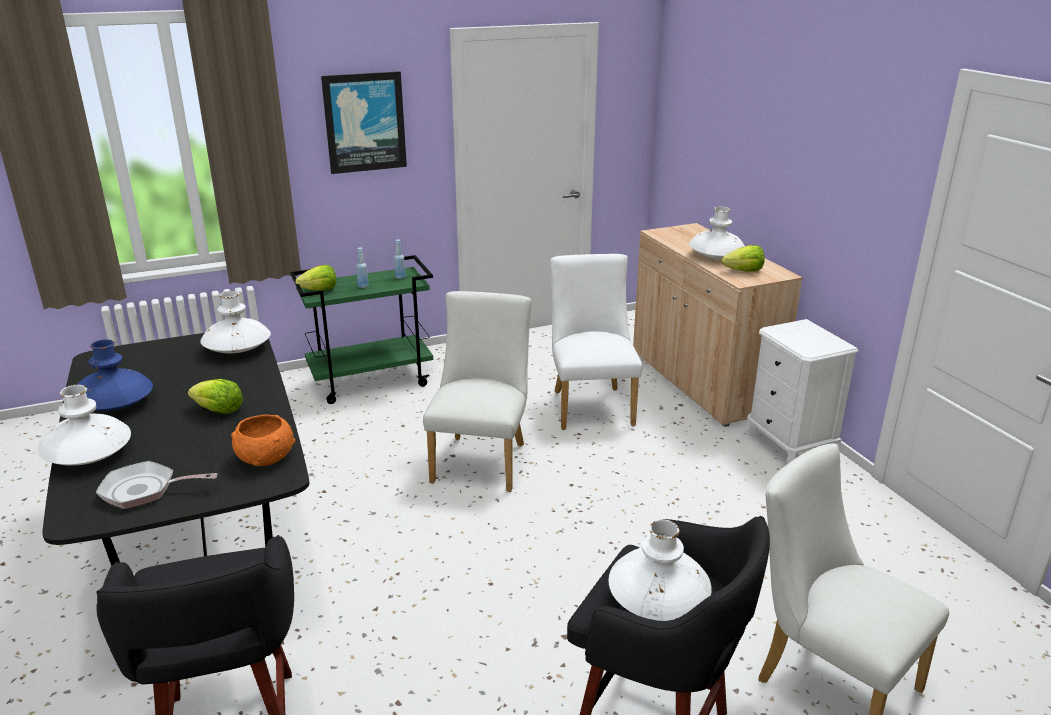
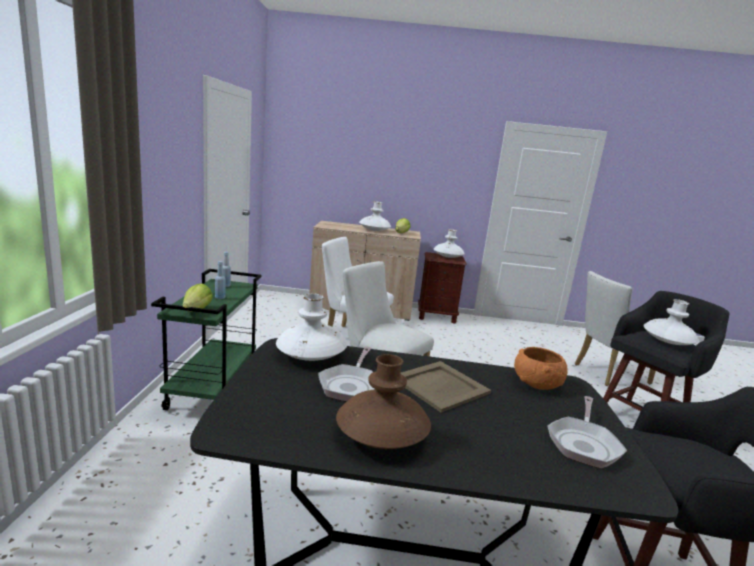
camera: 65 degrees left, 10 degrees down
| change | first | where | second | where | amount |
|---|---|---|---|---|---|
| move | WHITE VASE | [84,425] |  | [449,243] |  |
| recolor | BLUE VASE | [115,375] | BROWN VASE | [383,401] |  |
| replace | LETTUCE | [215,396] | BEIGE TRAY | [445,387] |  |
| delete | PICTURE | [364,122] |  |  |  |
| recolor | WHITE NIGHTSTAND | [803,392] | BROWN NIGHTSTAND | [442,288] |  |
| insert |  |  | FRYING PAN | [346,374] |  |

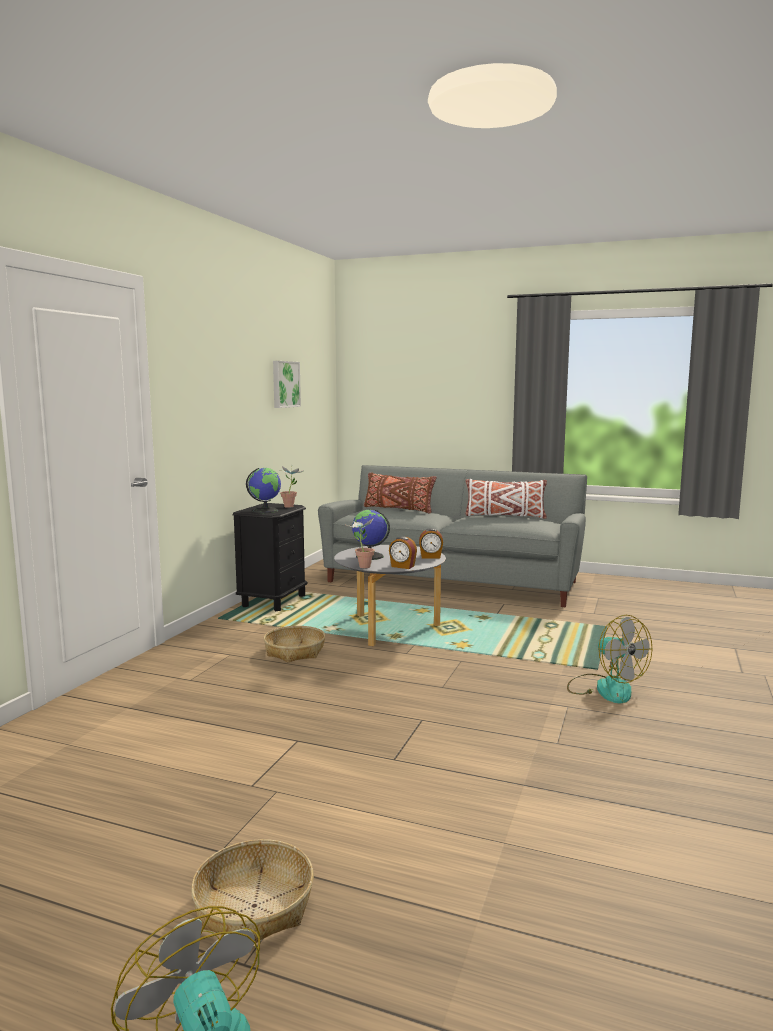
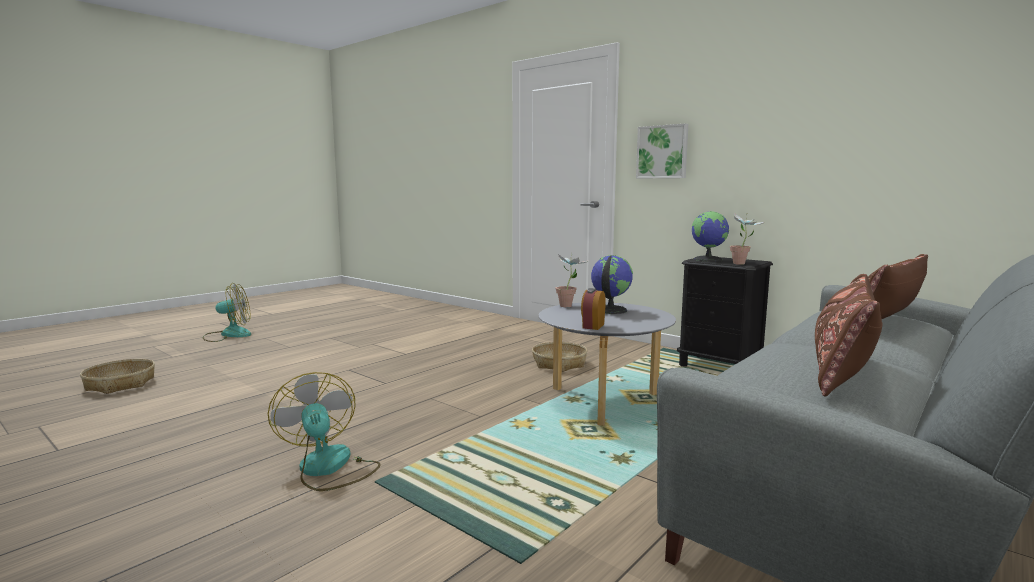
camera: 110 degrees right, 0 degrees up
| change | first | where | second | where | amount |
|---|---|---|---|---|---|
| move | BASKET | [252,891] |  | [117,376] |  |
| move | PICTURE | [287,384] |  | [662,151] |  |
| delete | ALARM CLOCK | [403,552] |  |  |  |
| recolor | WHITE PILLOW | [506,499] | BROWN PILLOW | [848,335] |  |
| rotate | FAN | [609,659] |  | [324,431] | 75 degrees clockwise |

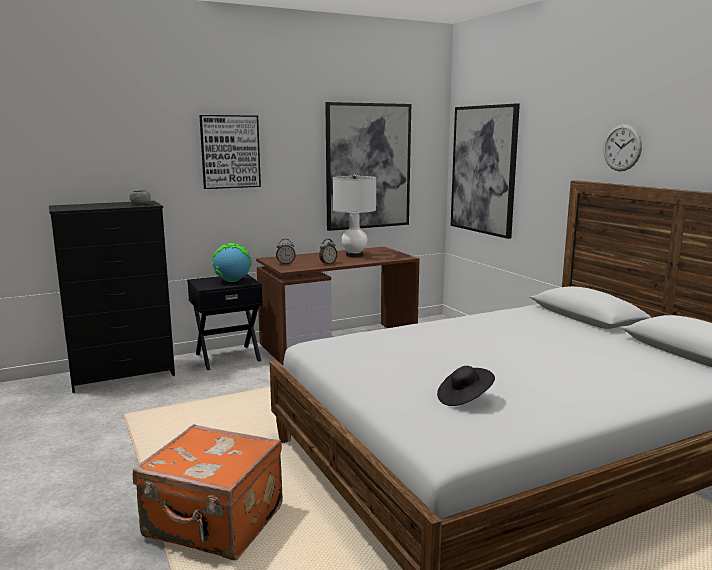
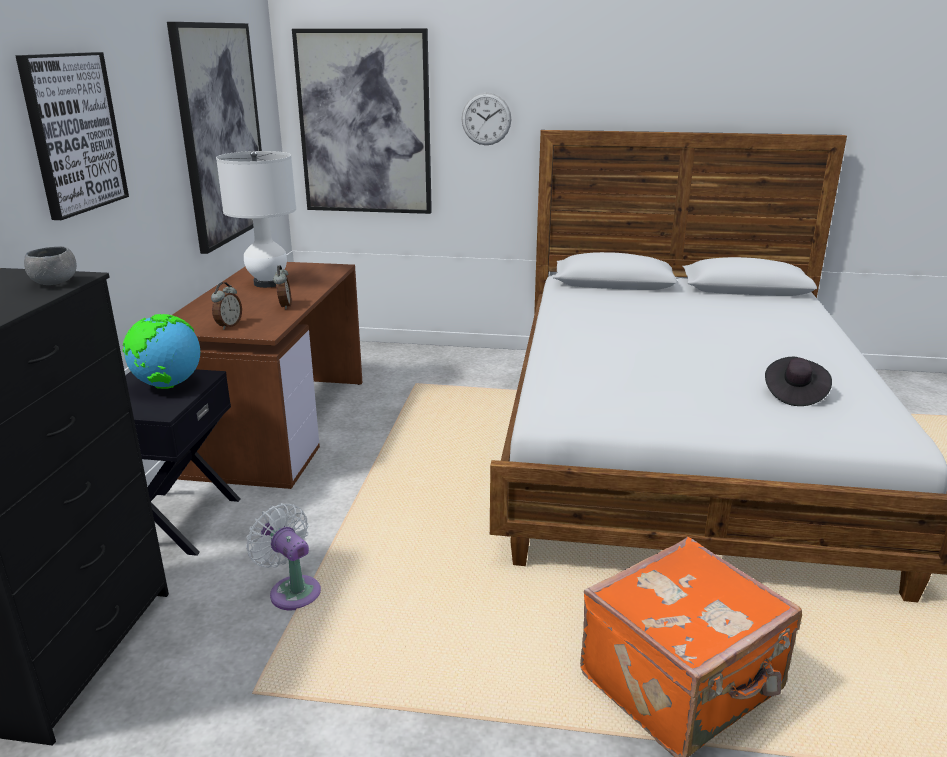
camera: 55 degrees left, 10 degrees up
| change | first | where | second | where | amount |
|---|---|---|---|---|---|
| move | WALL CLOCK | [622,147] |  | [486,119] |  |
| insert |  |  | WHITE FAN | [283,556] |  |

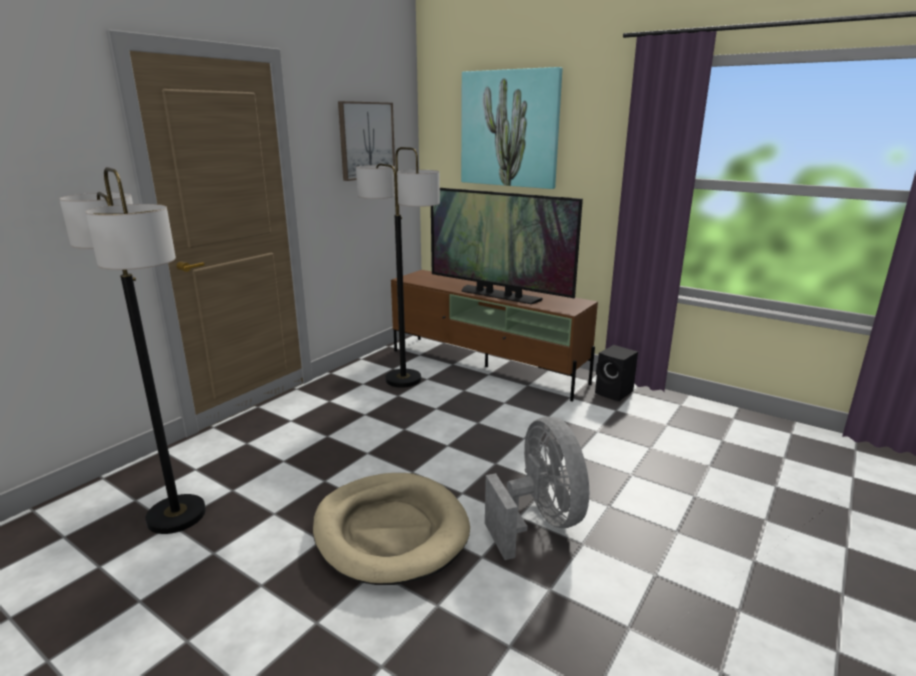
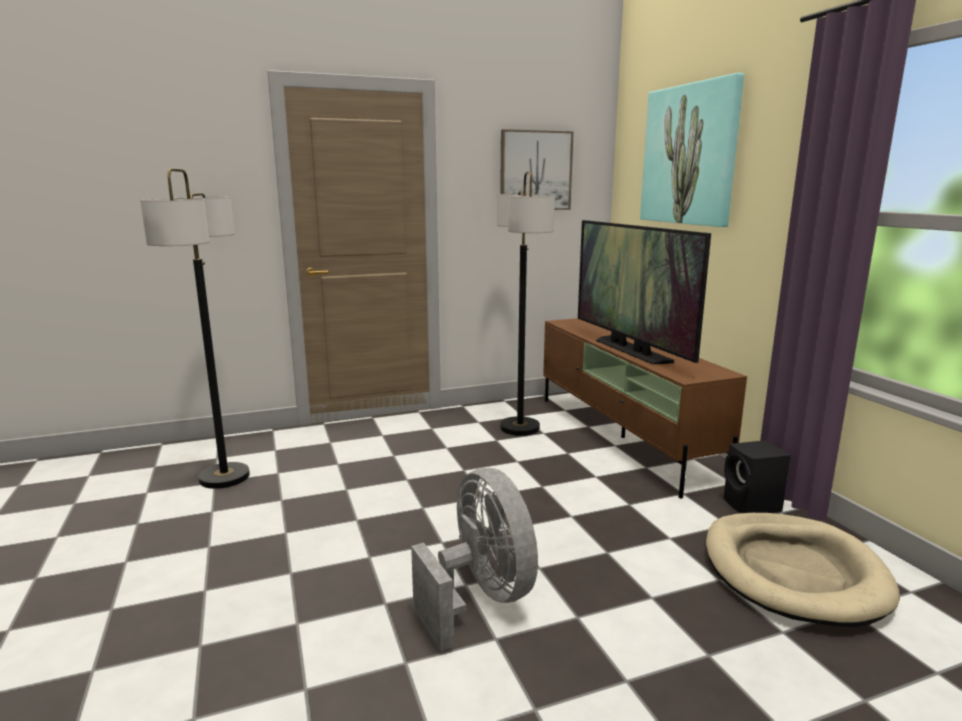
camera: 35 degrees right, 5 degrees down
| change | first | where | second | where | amount |
|---|---|---|---|---|---|
| move | BEIGE DOG BED | [391,529] |  | [803,570] |  |
| rotate | GREY FAN | [537,488] |  | [474,559] | 45 degrees counterclockwise |

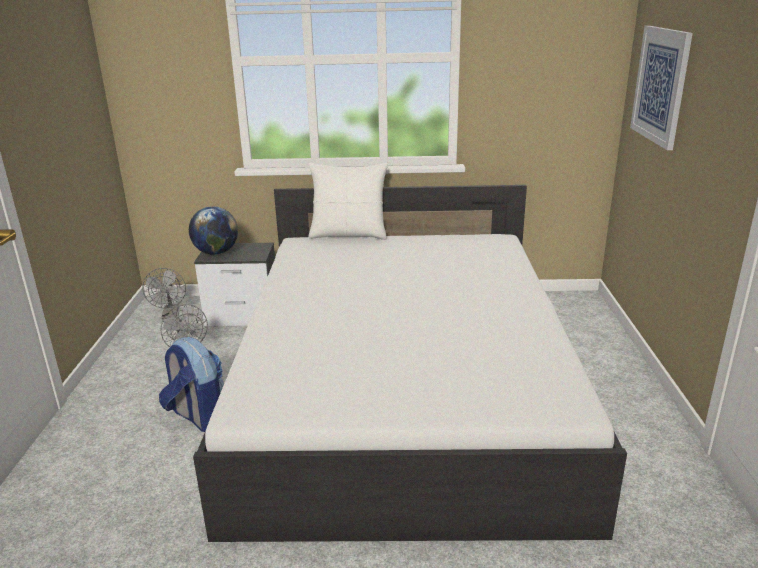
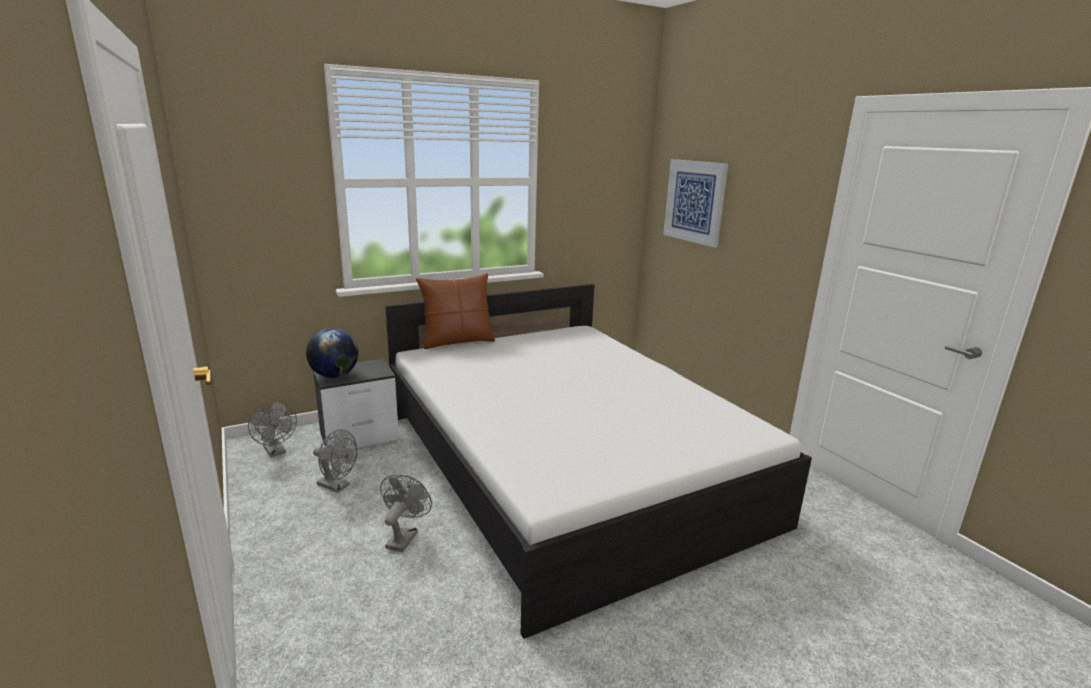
camera: 30 degrees left, 5 degrees down
| change | first | where | second | where | amount |
|---|---|---|---|---|---|
| replace | BACKPACK | [191,384] | GREY FAN | [406,513] |  |
| recolor | WHITE PILLOW | [348,201] | BROWN PILLOW | [455,311] |  |

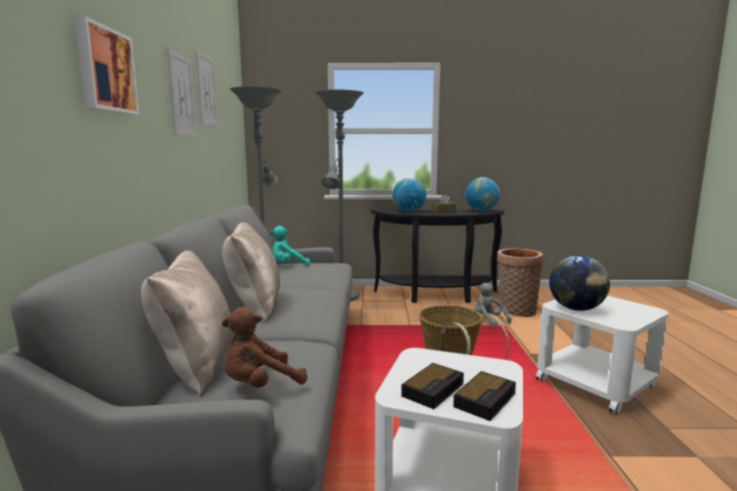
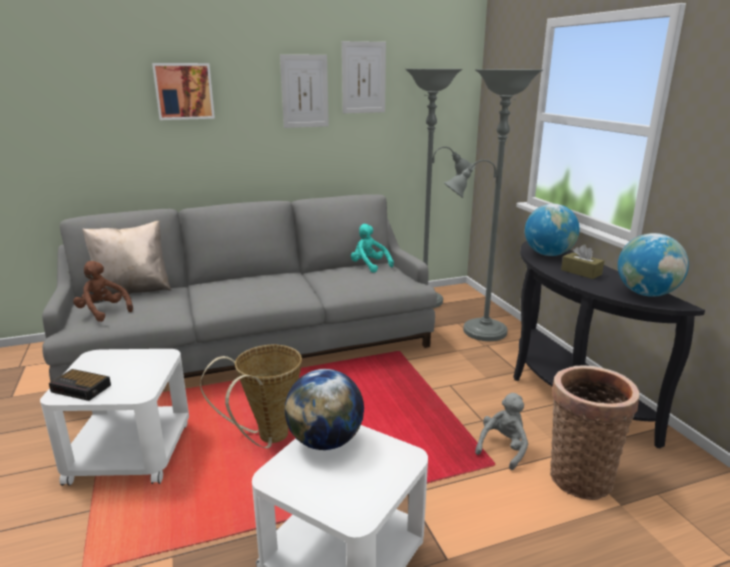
camera: 70 degrees right, 10 degrees up
| change | first | where | second | where | amount |
|---|---|---|---|---|---|
| delete | BEIGE PILLOW | [251,271] |  |  |  |
| delete | ALARM CLOCK | [432,386] |  |  |  |

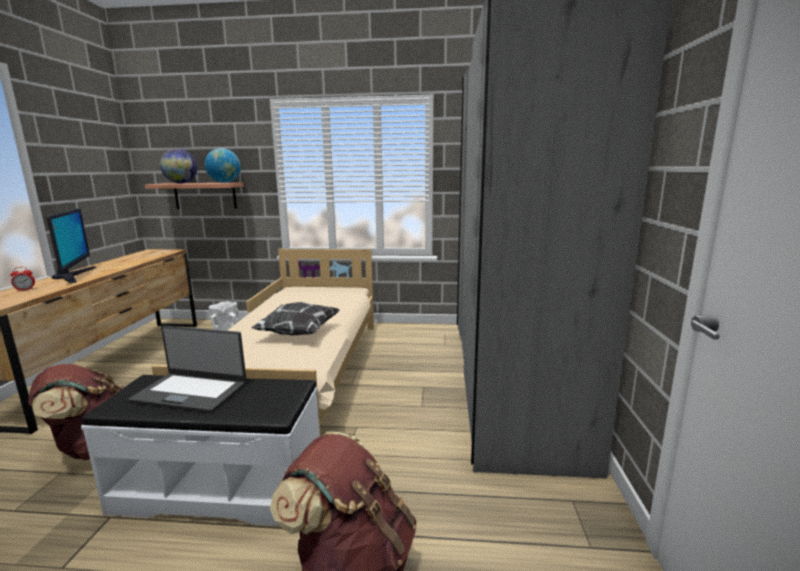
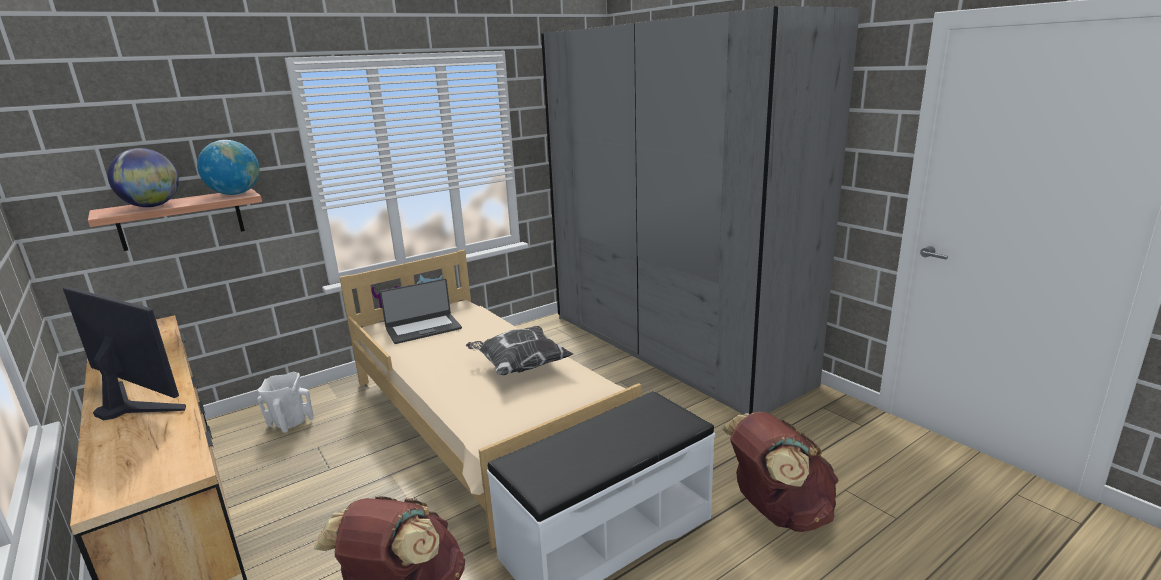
camera: 40 degrees left, 5 degrees up
| change | first | where | second | where | amount |
|---|---|---|---|---|---|
| delete | ALARM CLOCK | [22,279] |  |  |  |
| move | LAPTOP | [187,369] |  | [421,311] |  |

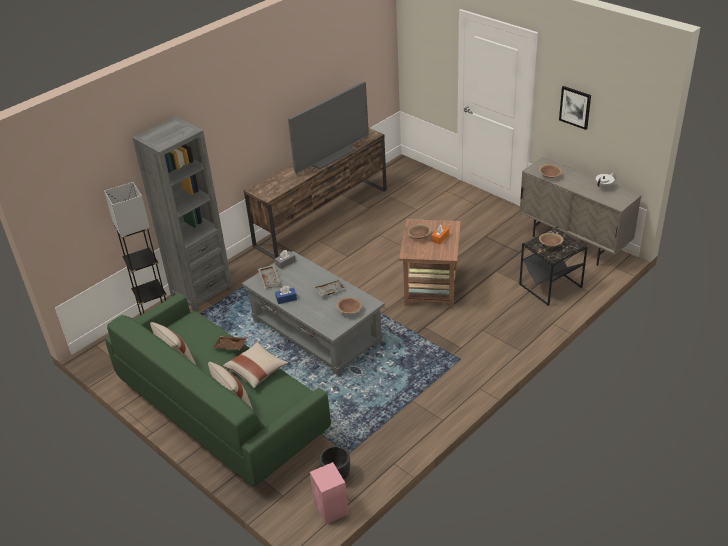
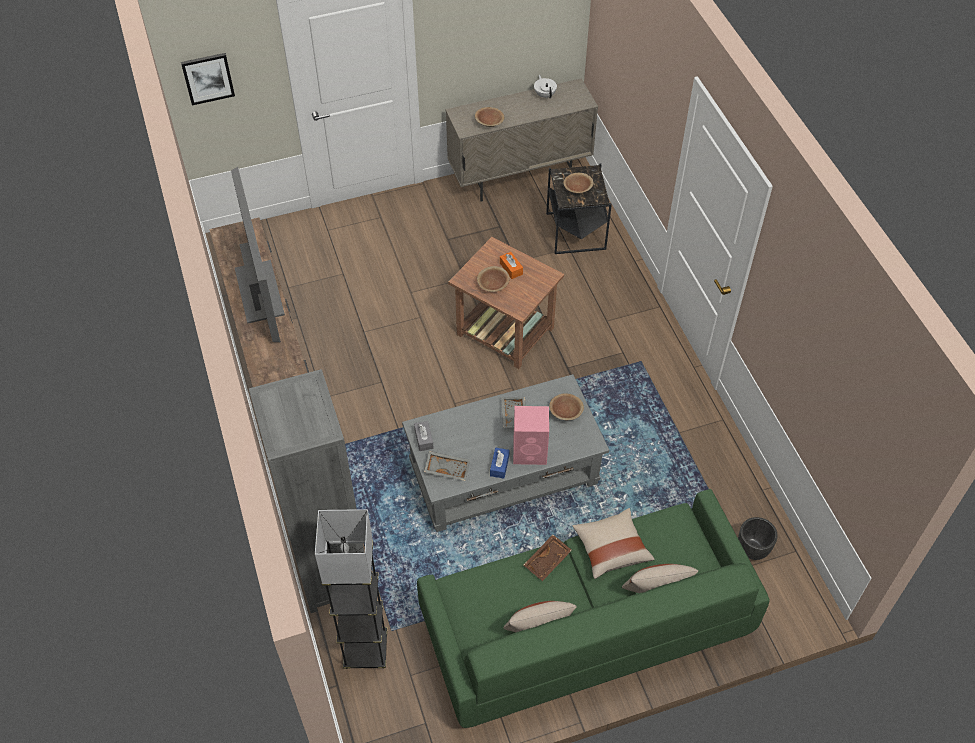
camera: 65 degrees left, 15 degrees up
| change | first | where | second | where | amount |
|---|---|---|---|---|---|
| move | PINK SPEAKER | [329,493] |  | [531,435] |  |
| move | PICTURE | [575,108] |  | [208,79] |  |

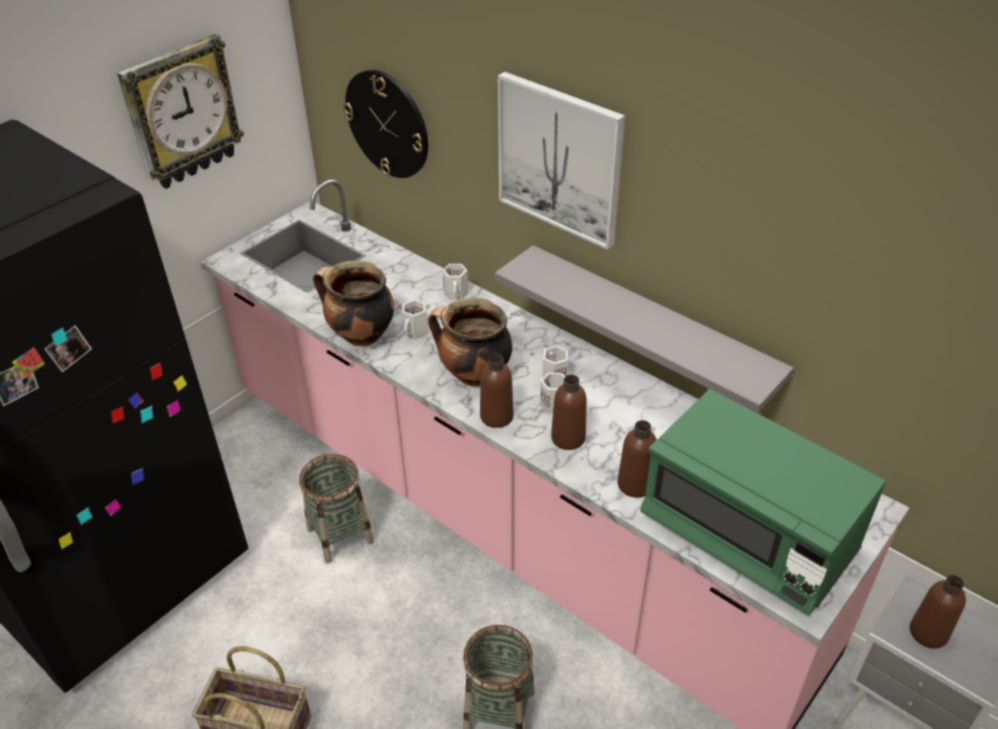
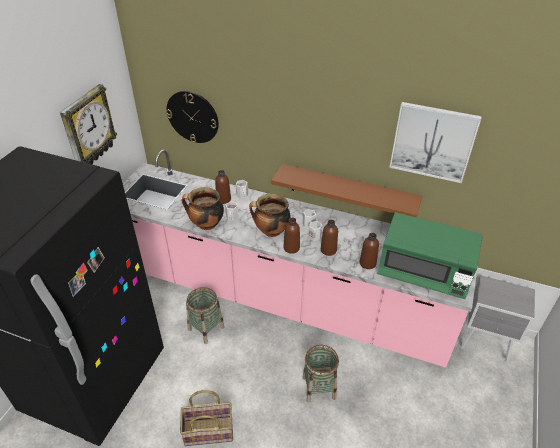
camera: 20 degrees left, 0 degrees up
| change | first | where | second | where | amount |
|---|---|---|---|---|---|
| recolor | GREY SHELF | [644,329] | BROWN SHELF | [346,190] |  |
| move | PICTURE | [561,161] |  | [435,142] |  |
| move | BROWN BOTTLE | [938,612] |  | [223,187] |  |

